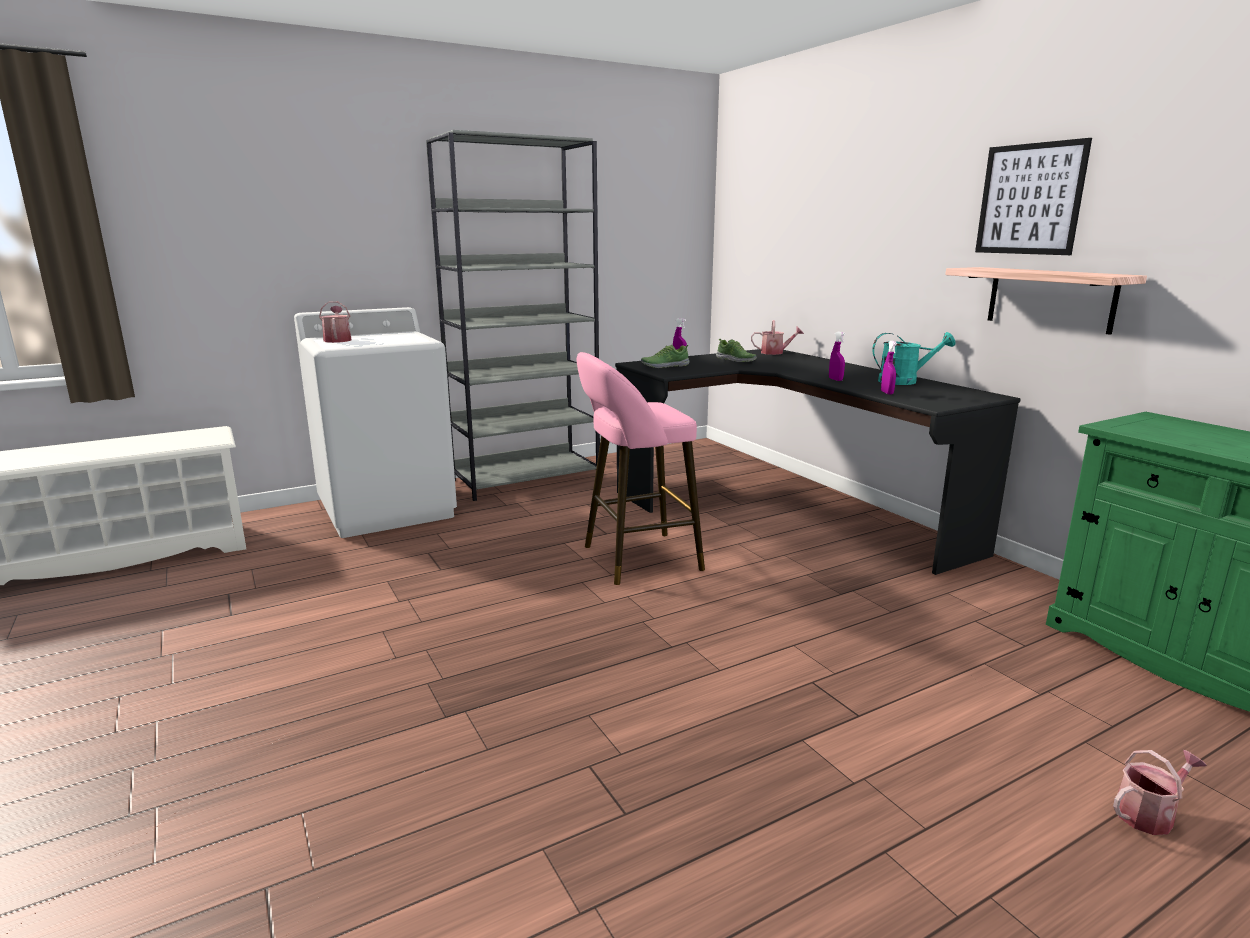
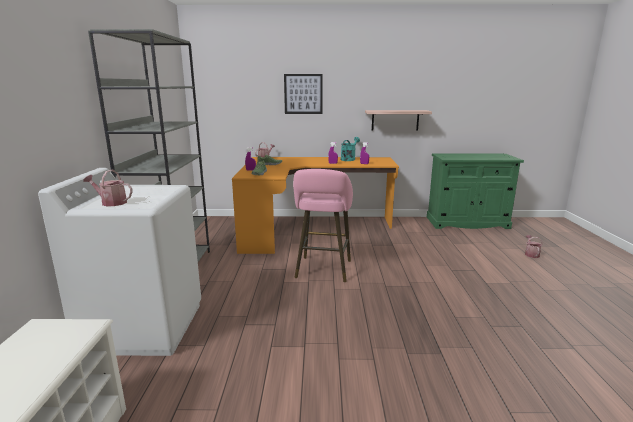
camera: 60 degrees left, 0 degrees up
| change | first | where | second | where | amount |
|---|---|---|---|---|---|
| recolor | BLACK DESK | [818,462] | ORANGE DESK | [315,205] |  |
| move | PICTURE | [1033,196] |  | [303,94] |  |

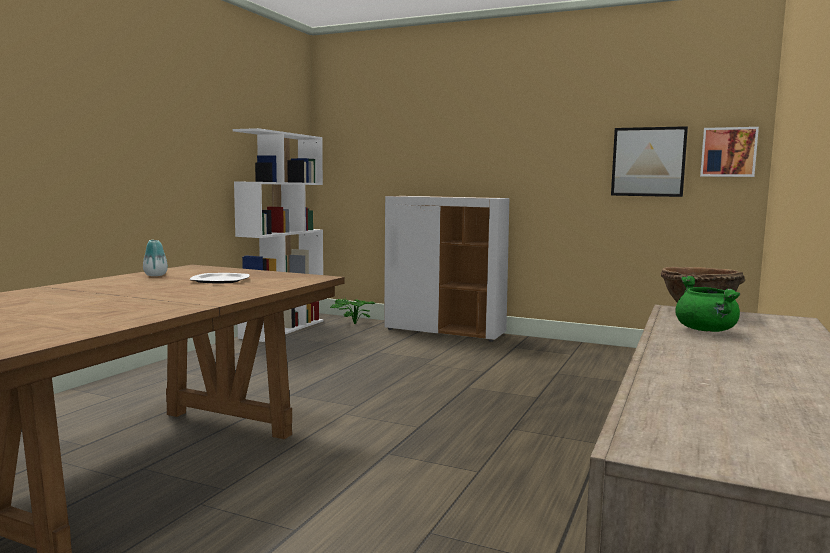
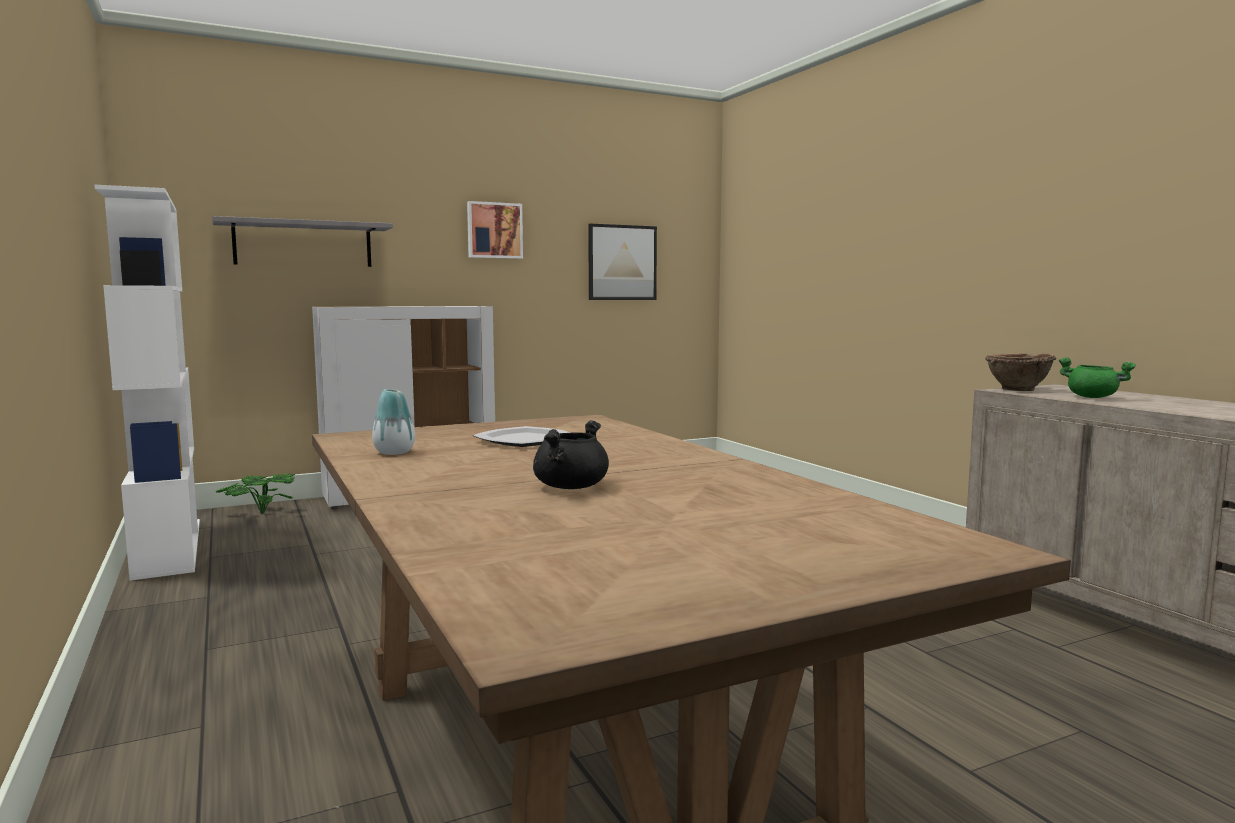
camera: 50 degrees left, 0 degrees up
| change | first | where | second | where | amount |
|---|---|---|---|---|---|
| move | PICTURE | [729,152] |  | [495,230] |  |
| insert |  |  | GREY SHELF | [302,241] |  |
| insert |  |  | BLACK COOKING POT | [571,454] |  |

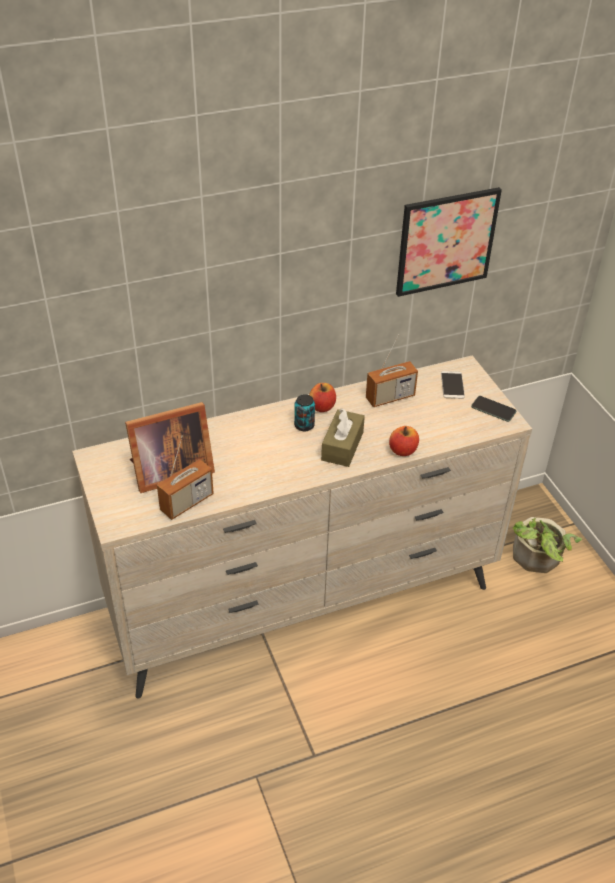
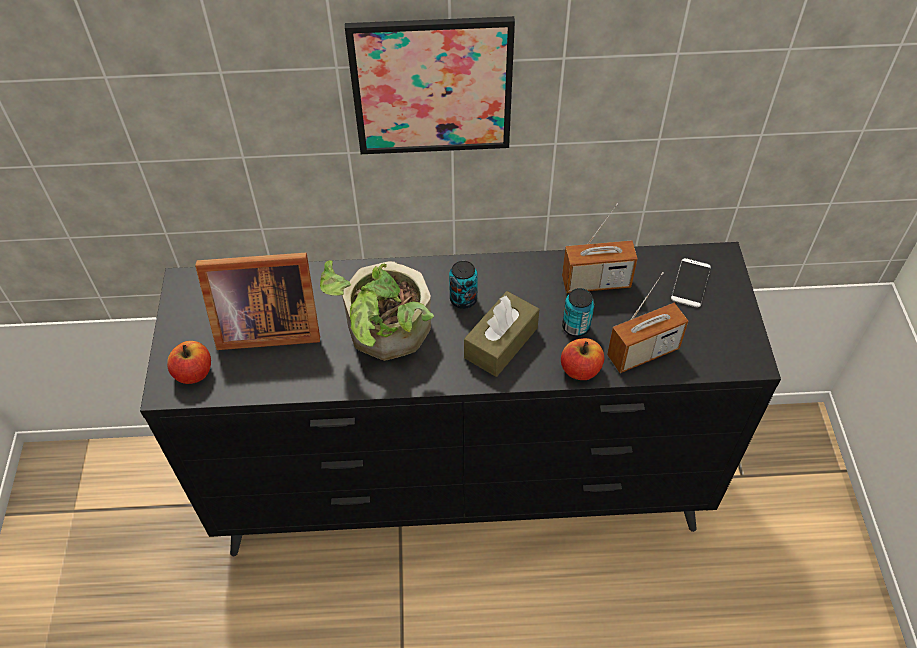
camera: 20 degrees right, 10 degrees up
| change | first | where | second | where | amount |
|---|---|---|---|---|---|
| recolor | BEIGE DRESSER | [302,527] | BLACK DRESSER | [460,399] |  |
| move | RADIO | [185,477] |  | [647,322] |  |
| move | APPLE | [322,397] |  | [189,362] |  |
| move | PICTURE | [449,242] |  | [430,85] |  |
| delete | PHONE | [493,409] |  |  |  |
| move | POTTED PLANT | [547,545] |  | [377,310] |  |
| insert |  |  | CAN | [578,312] |  |

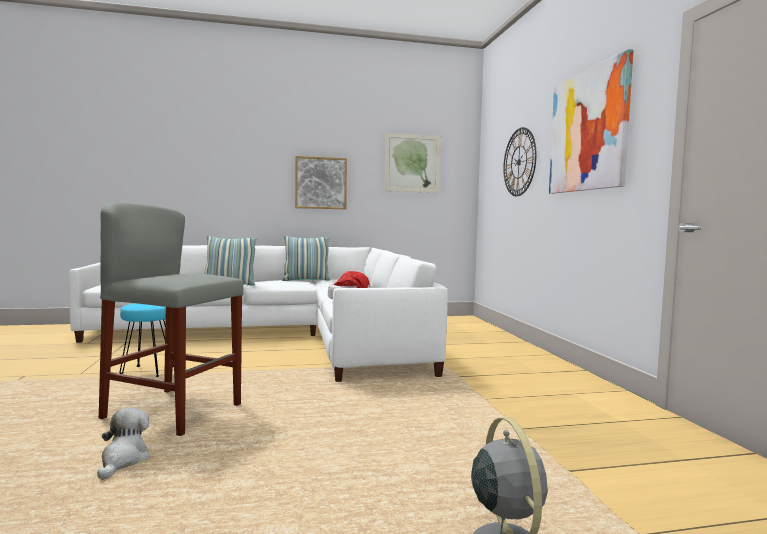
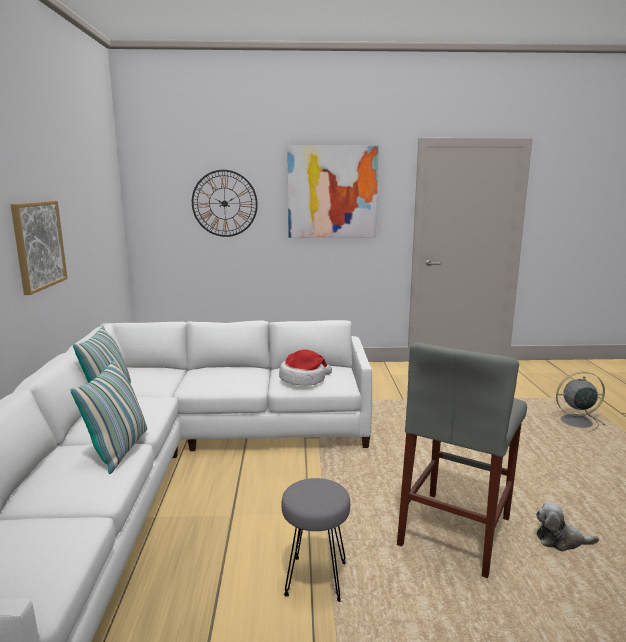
camera: 80 degrees left, 10 degrees up
| change | first | where | second | where | amount |
|---|---|---|---|---|---|
| recolor | TURQUOISE STOOL | [147,340] | GREY STOOL | [315,540] |  |
| delete | PICTURE | [413,163] |  |  |  |

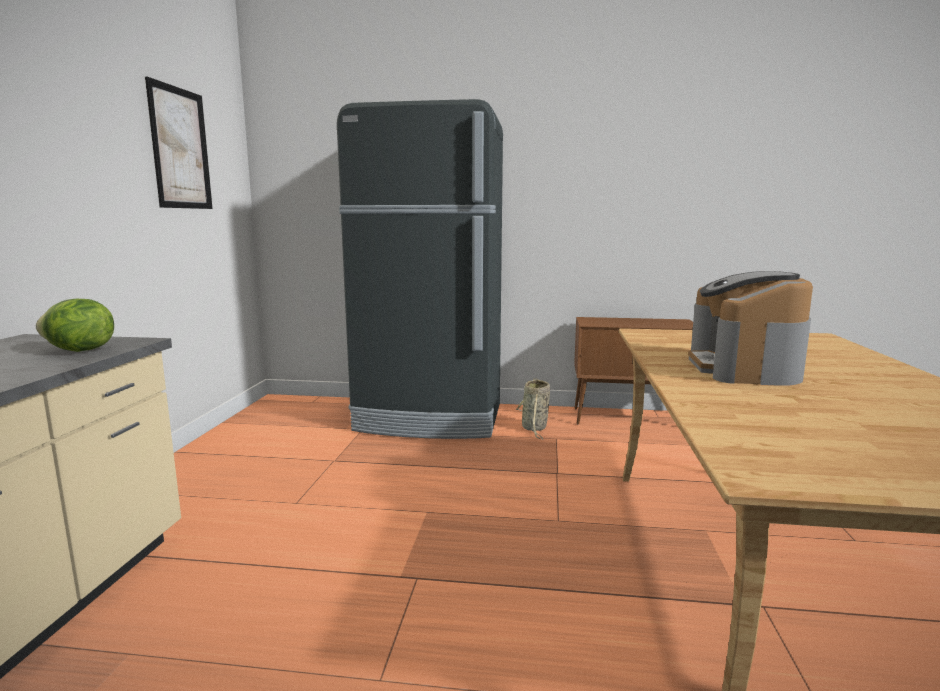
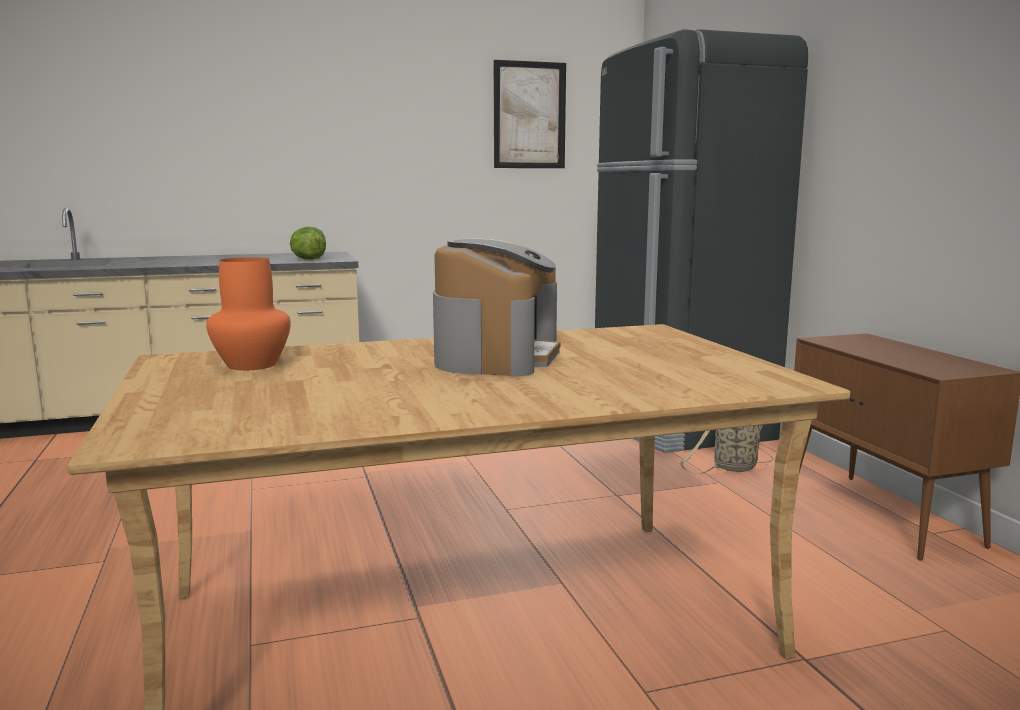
camera: 65 degrees right, 0 degrees up
| change | first | where | second | where | amount |
|---|---|---|---|---|---|
| rotate | COFFEE MACHINE | [750,328] |  | [497,307] | 120 degrees clockwise |
| insert |  |  | ORANGE VASE | [248,314] |  |

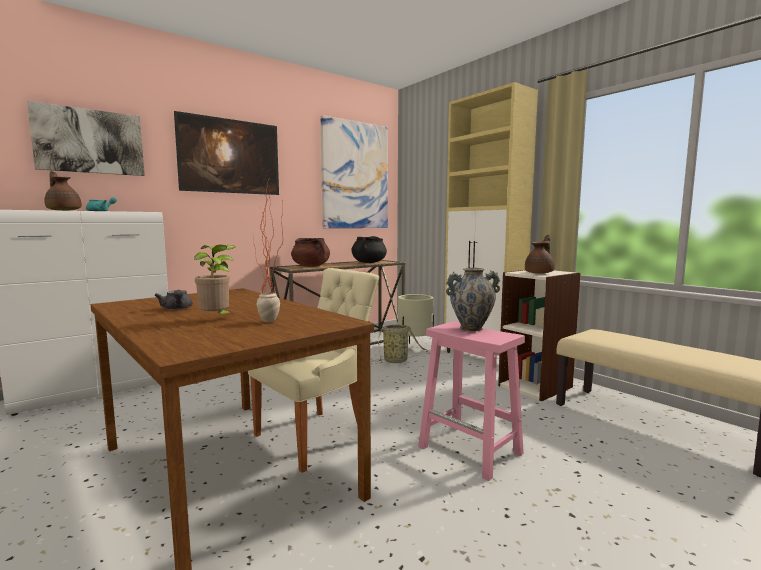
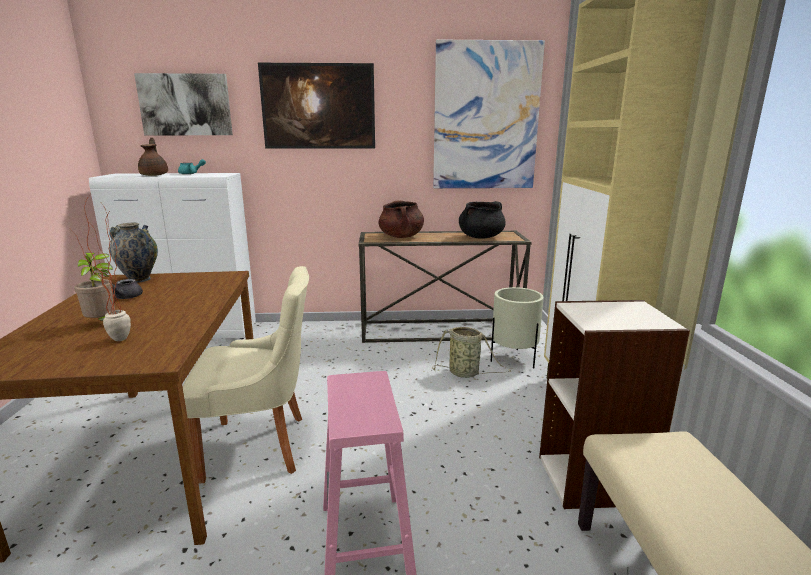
camera: 35 degrees right, 10 degrees up
| change | first | where | second | where | amount |
|---|---|---|---|---|---|
| move | VASE | [473,299] |  | [133,253] |  |
| delete | BROWN TEAPOT | [540,254] |  |  |  |

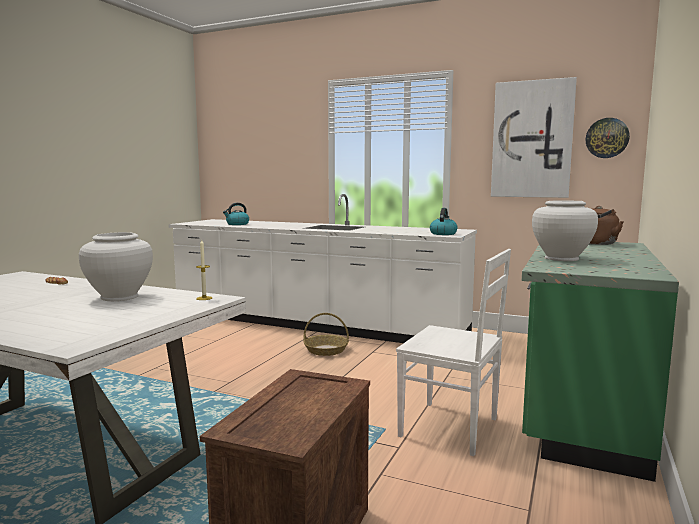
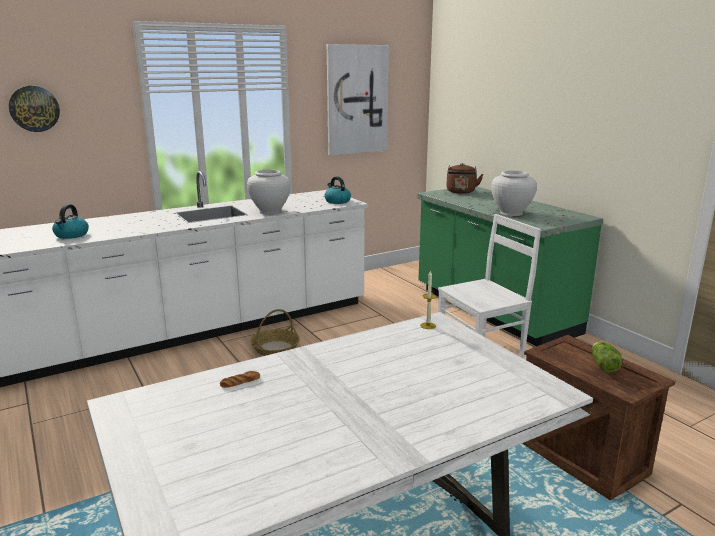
camera: 55 degrees left, 10 degrees up
| change | first | where | second | where | amount |
|---|---|---|---|---|---|
| move | WHITE VASE | [116,266] |  | [269,191] |  |
| move | WALL CLOCK | [608,138] |  | [34,109] |  |
| insert |  |  | LETTUCE | [607,357] |  |

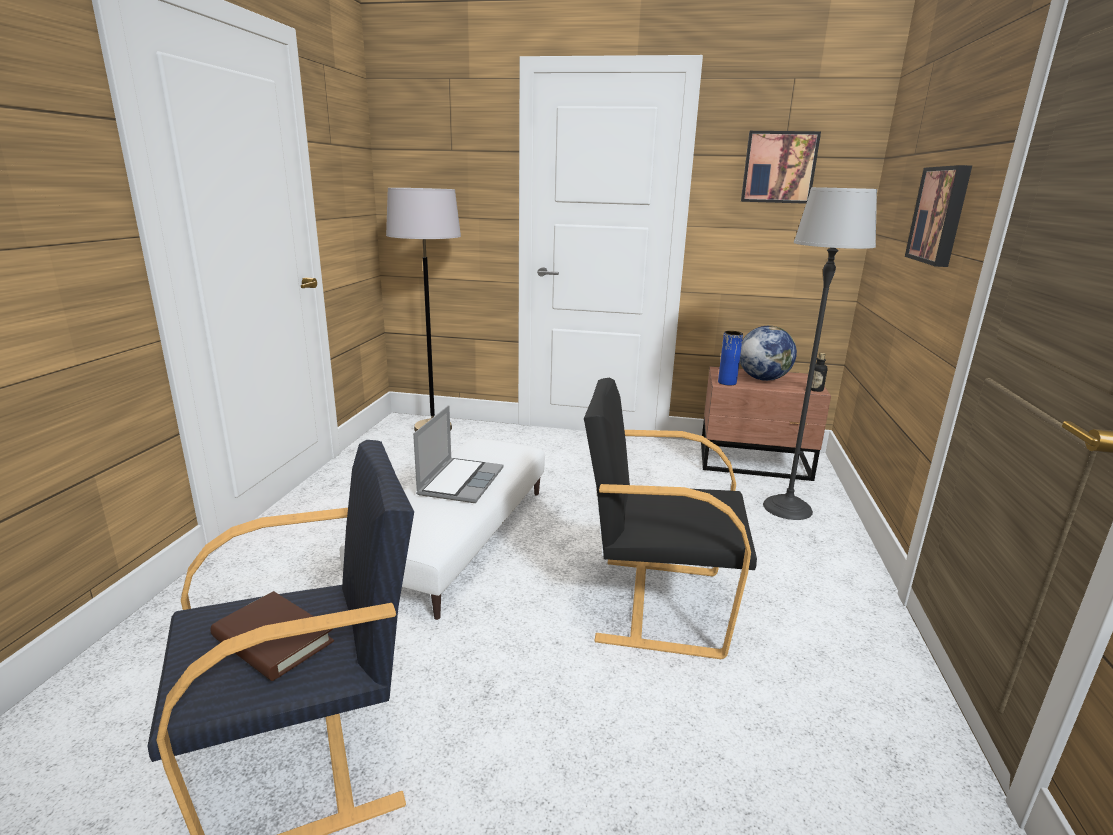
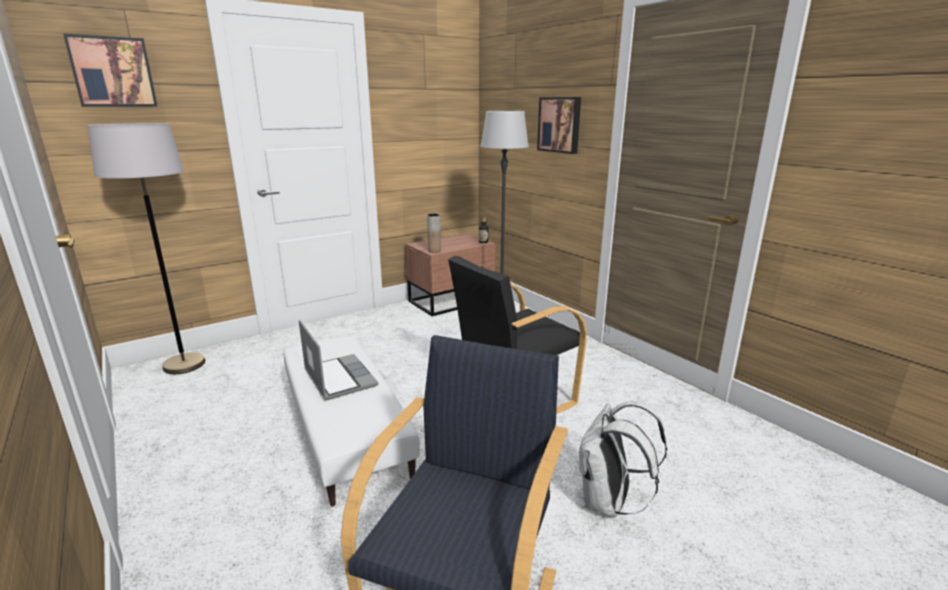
camera: 45 degrees left, 0 degrees up
| change | first | where | second | where | amount |
|---|---|---|---|---|---|
| delete | BROWN BOOK | [272,636] |  |  |  |
| recolor | BLUE VASE | [730,358] | BROWN VASE | [434,233] |  |
| delete | GLOBE | [768,353] |  |  |  |
| move | PICTURE | [781,167] |  | [110,70] |  |
| insert |  |  | WHITE BACKPACK | [623,459] |  |

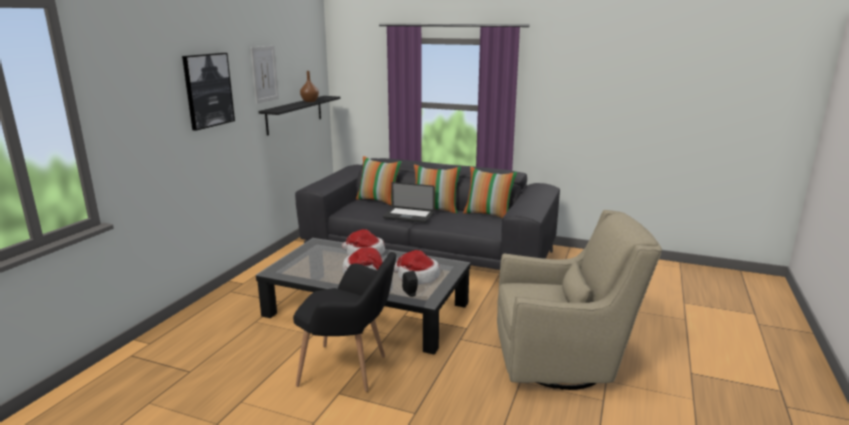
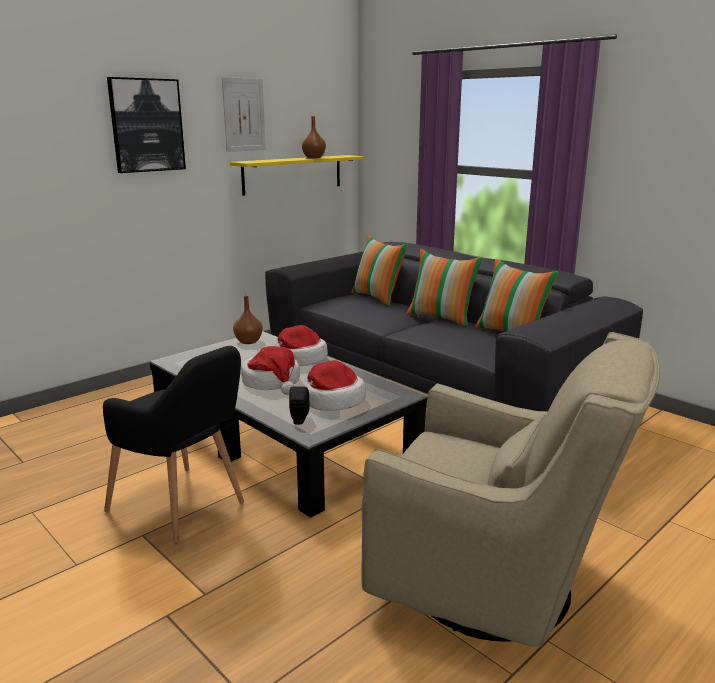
camera: 25 degrees right, 0 degrees up
| change | first | where | second | where | amount |
|---|---|---|---|---|---|
| recolor | BLACK SHELF | [299,116] | YELLOW SHELF | [297,175] |  |
| delete | LAPTOP | [409,202] |  |  |  |
| insert |  |  | BROWN VASE | [248,320] |  |

